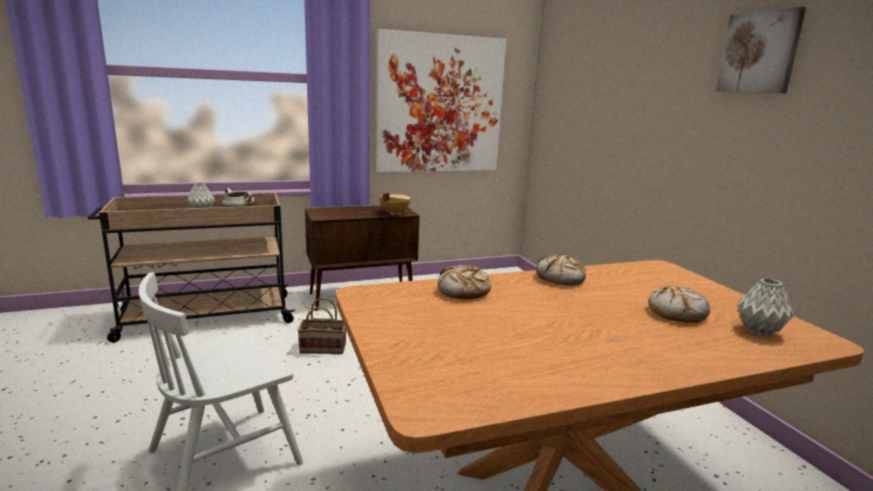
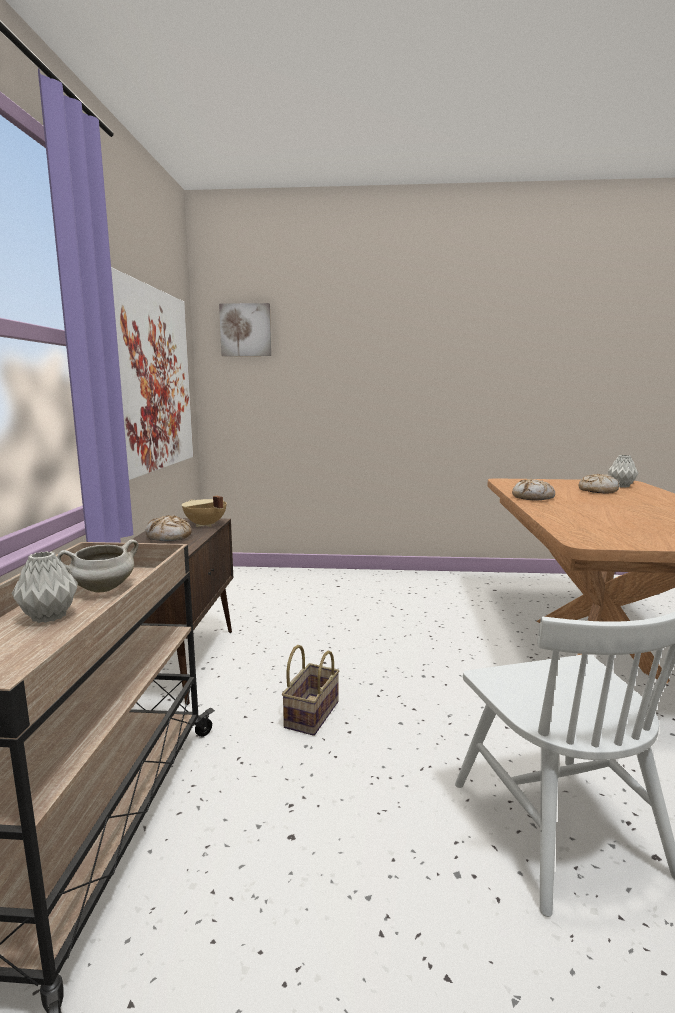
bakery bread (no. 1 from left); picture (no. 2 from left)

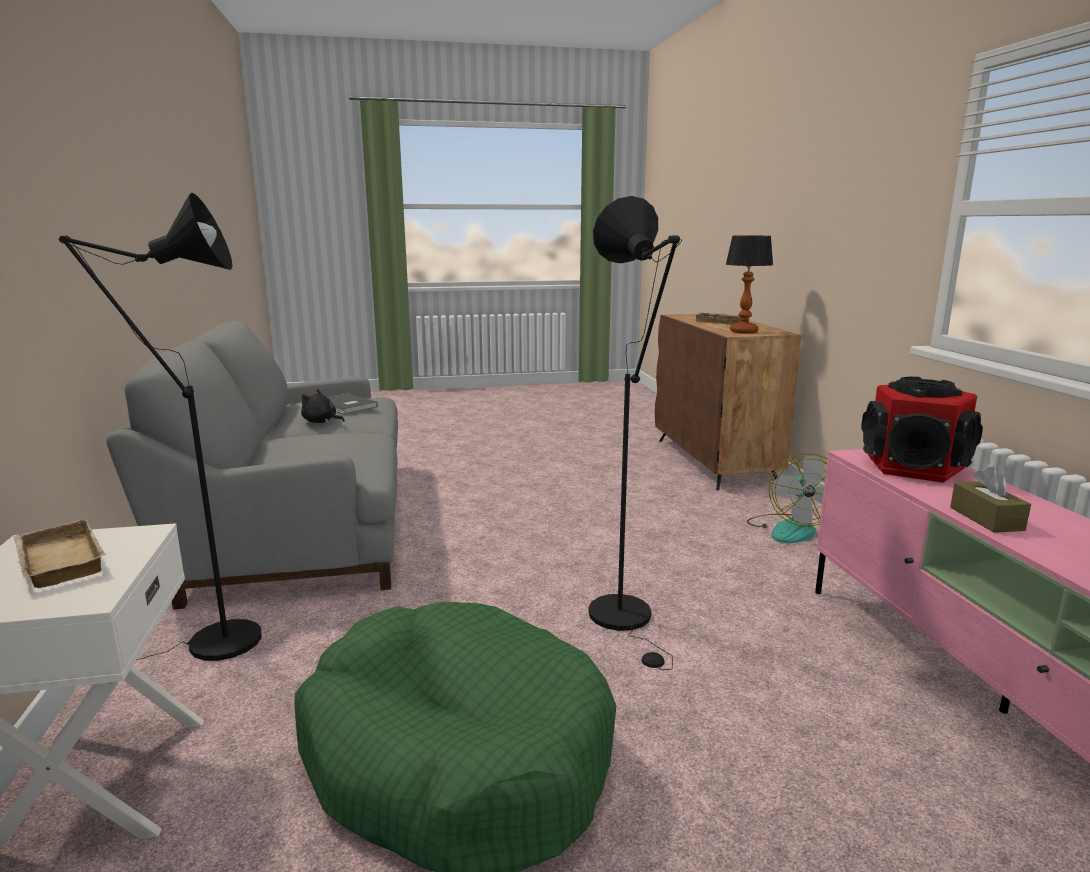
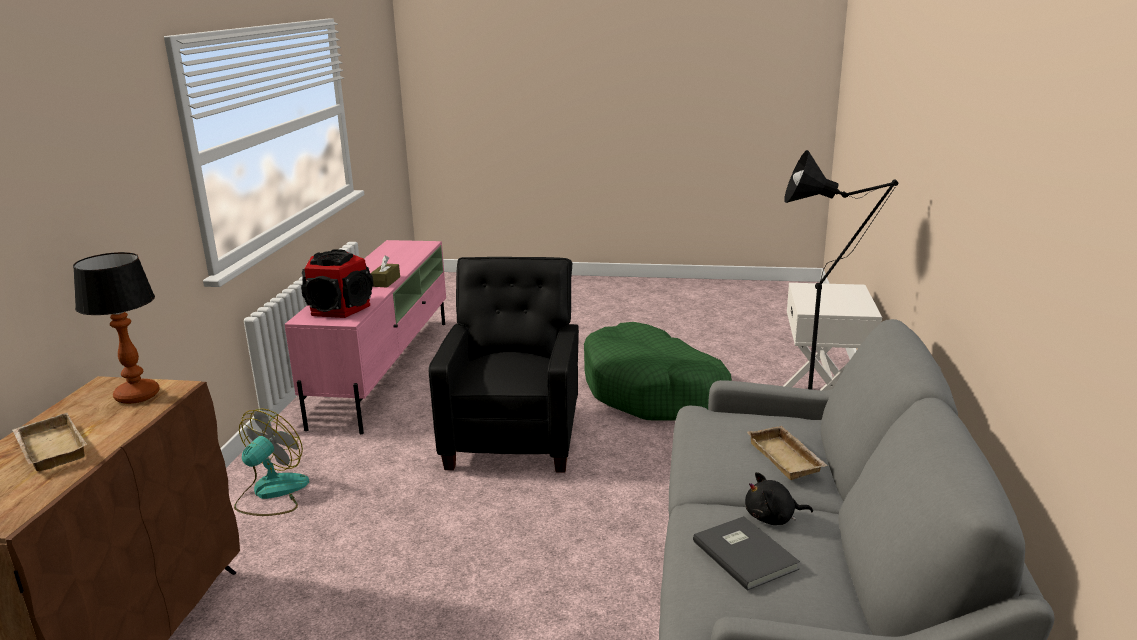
black easy chair; black soft toy; beige-coloured serving tray (no. 2 from left)

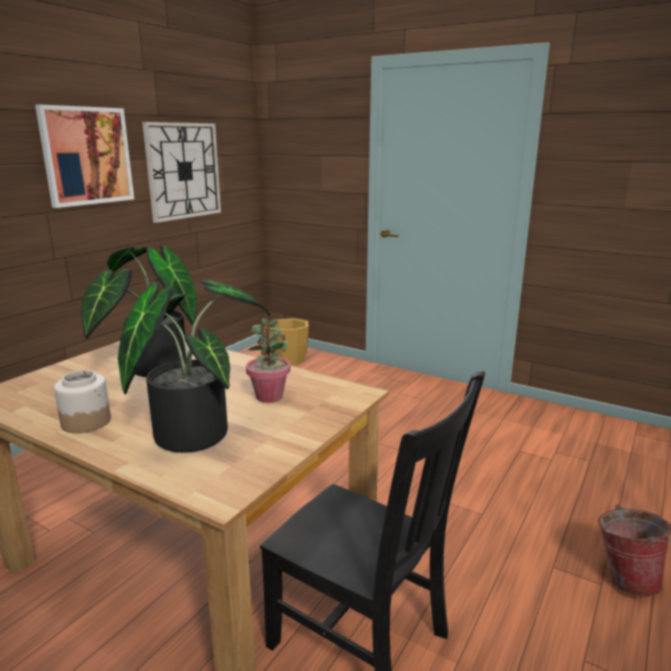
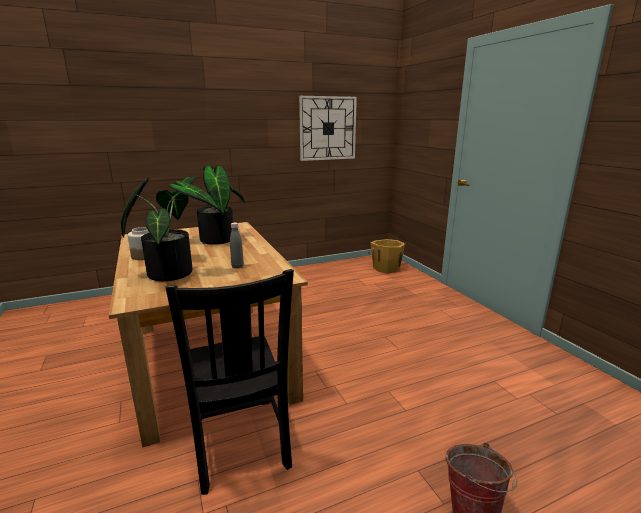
grey beverage bottle; picture

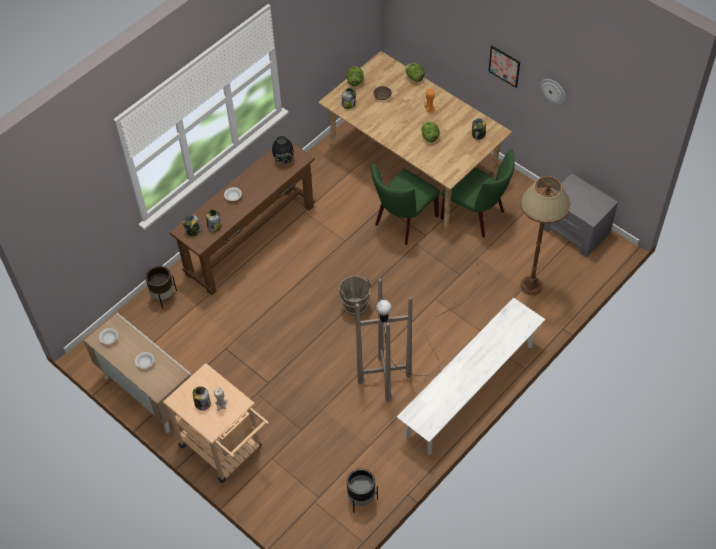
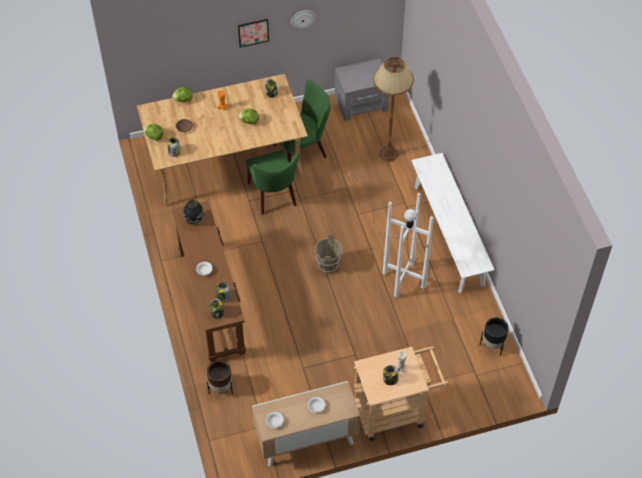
whitish standard lamp

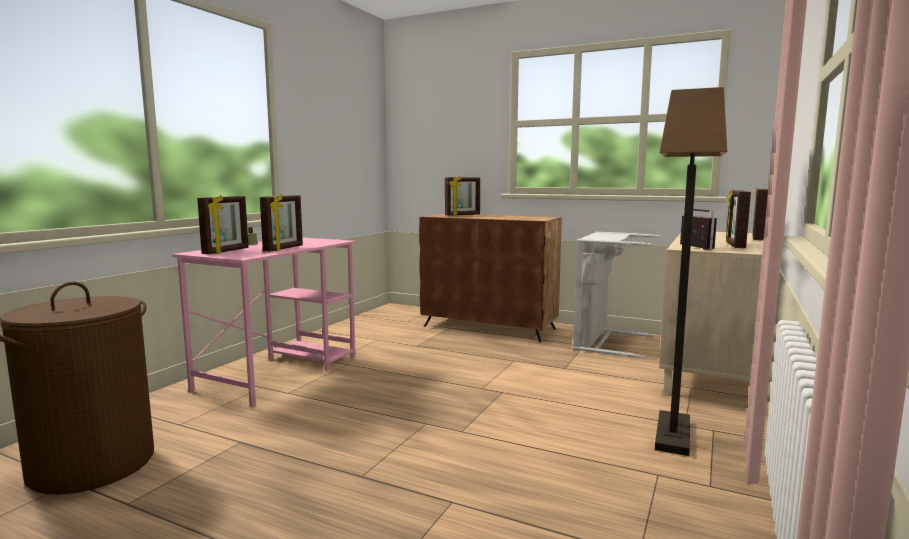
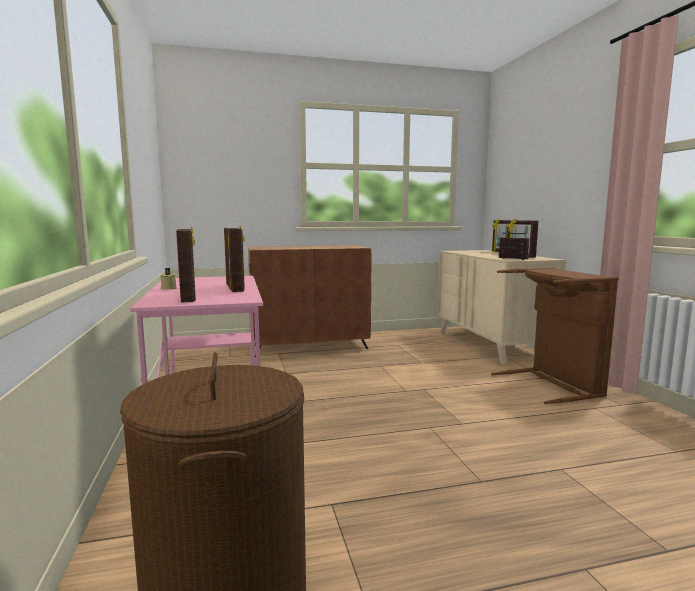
brown hamper (no. 2 from left); photo frame (no. 3 from left in the first image); grey hamper

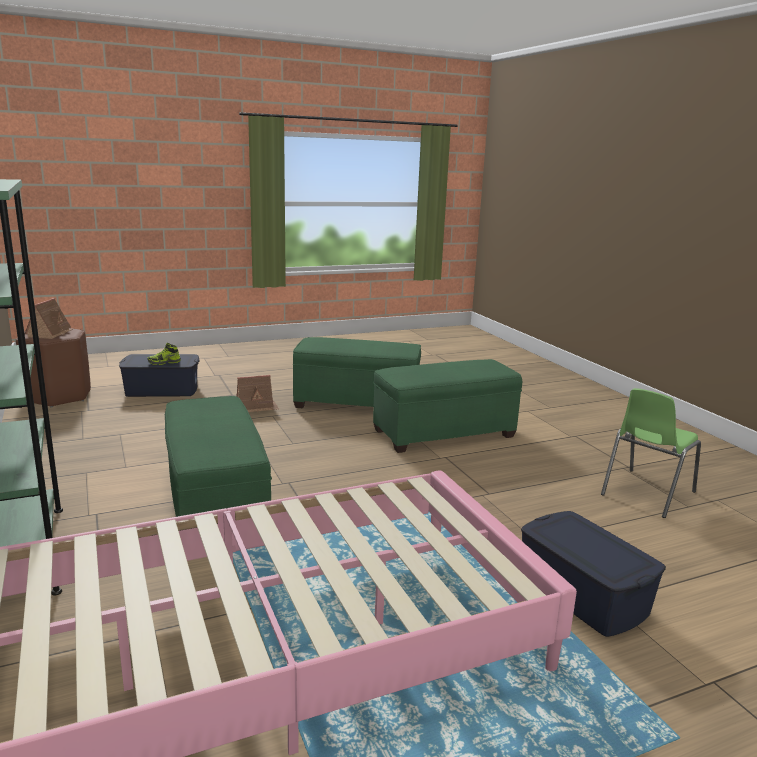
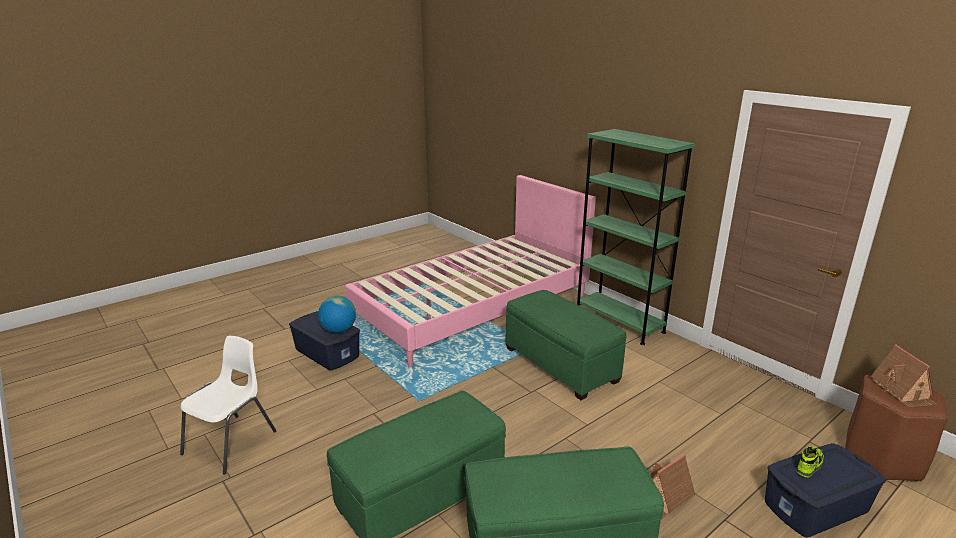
whitish plain chair; desk globe

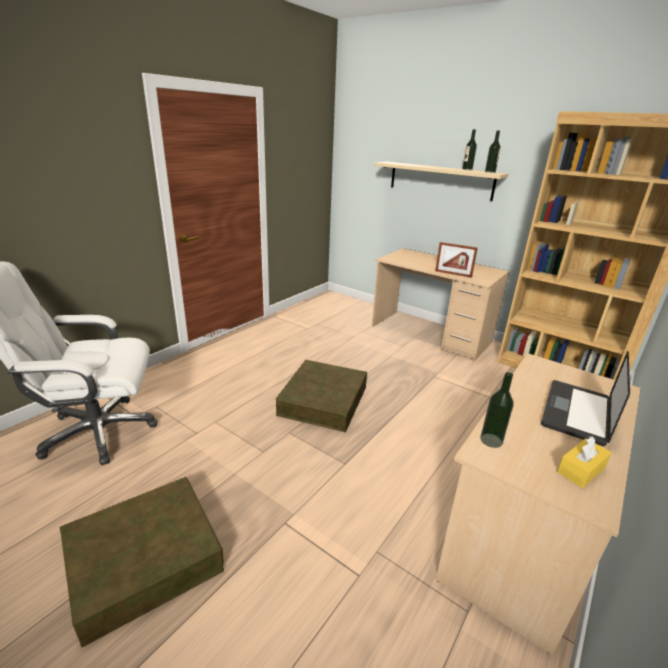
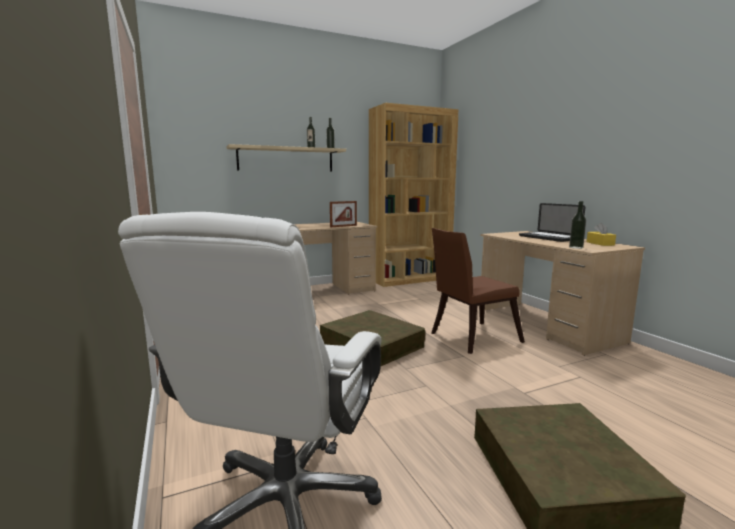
brown plain chair

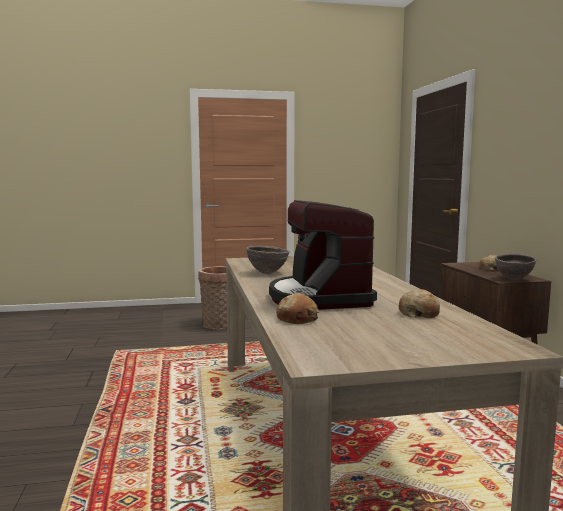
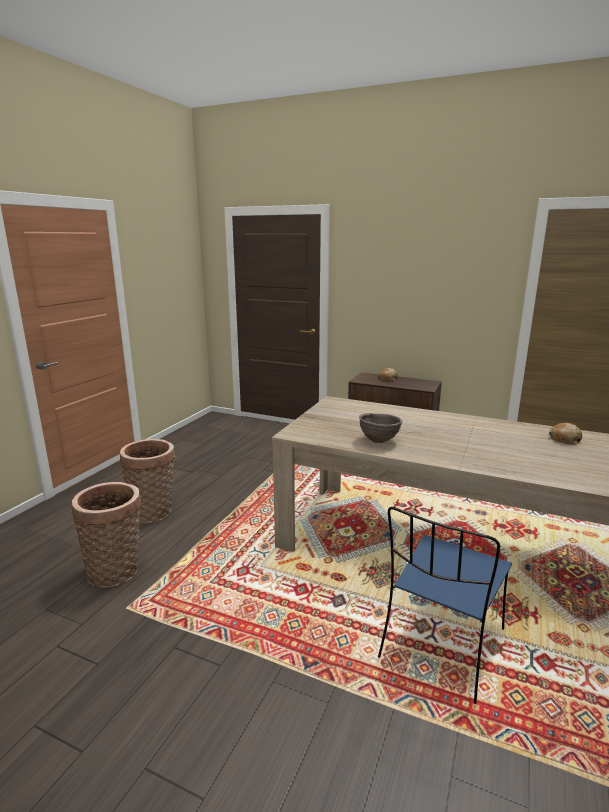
storage basket (no. 1 from left); blue-coloured plain chair; coffee maker; bakery bread (no. 1 from left in the first image); brown bowl (no. 2 from left in the first image)

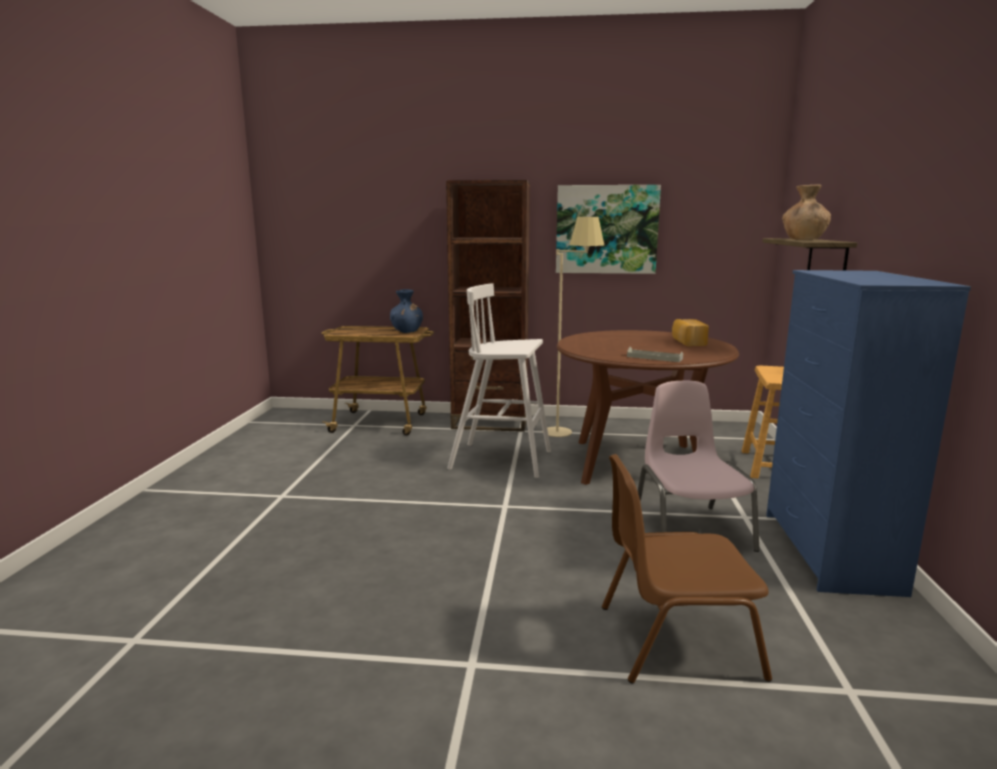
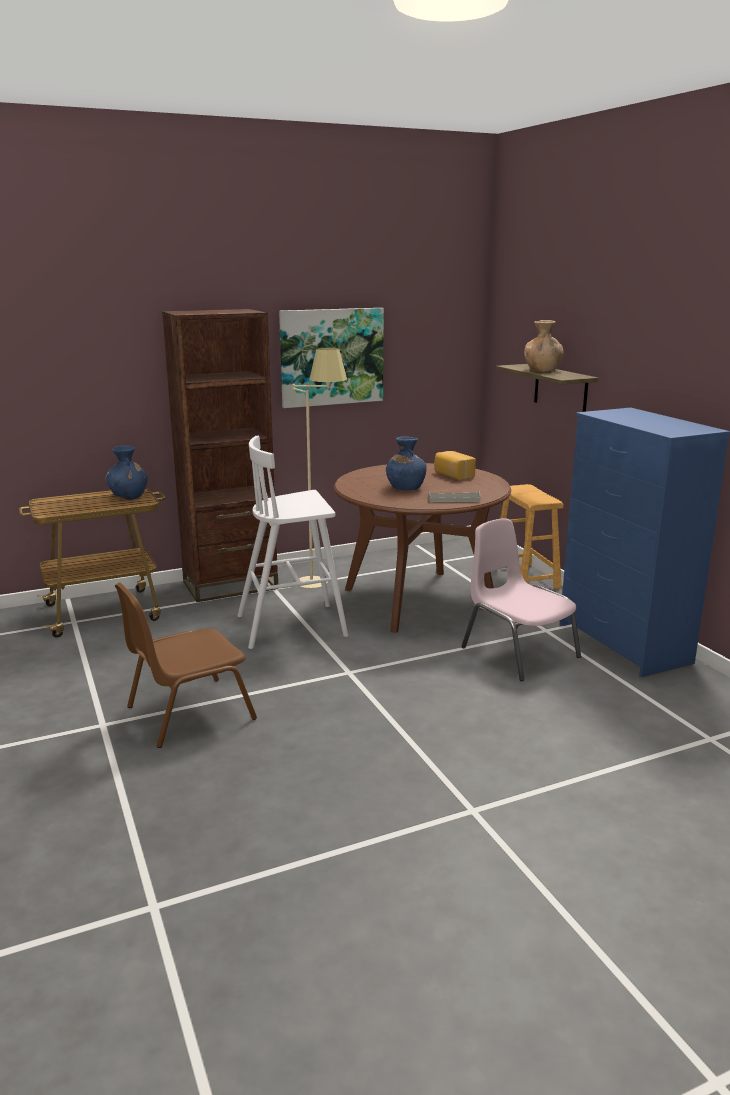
brown plain chair; blue-coloured decorative vase (no. 2 from left)

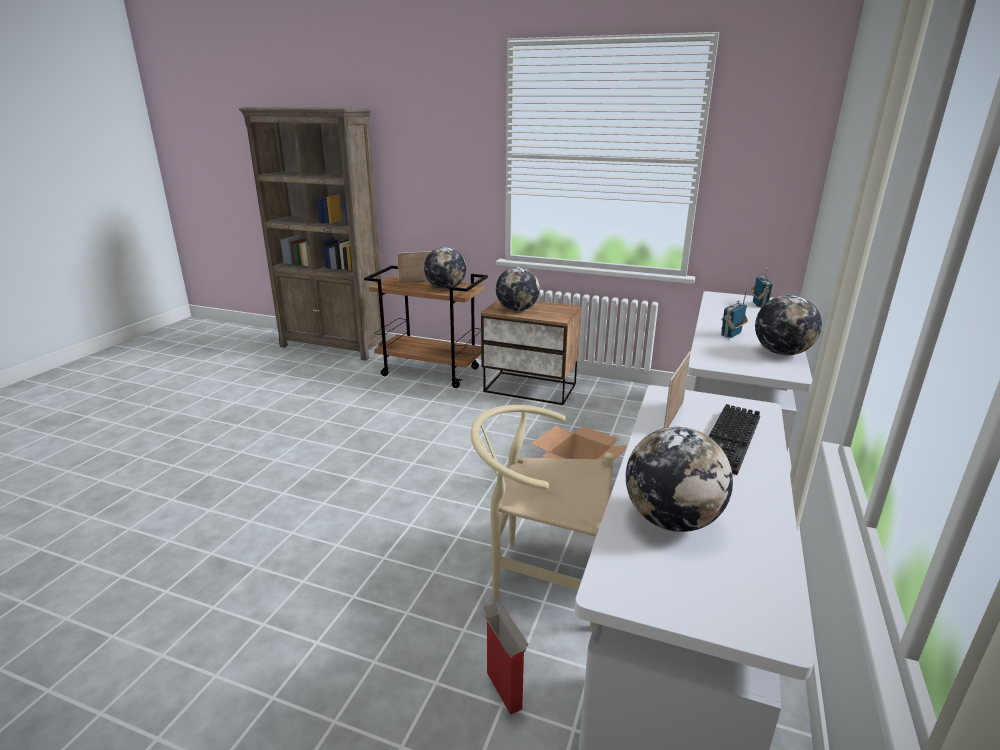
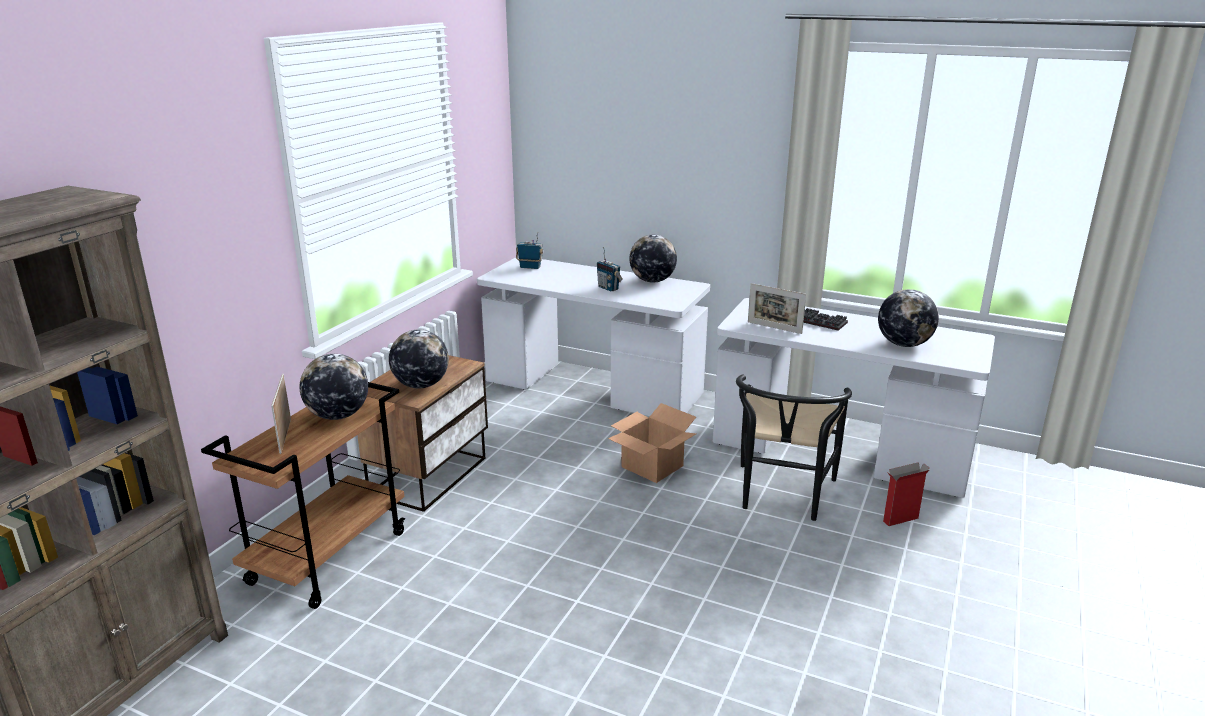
black plain chair

